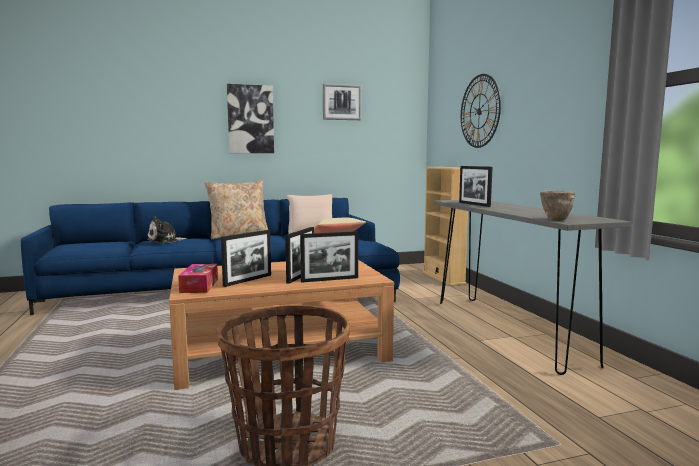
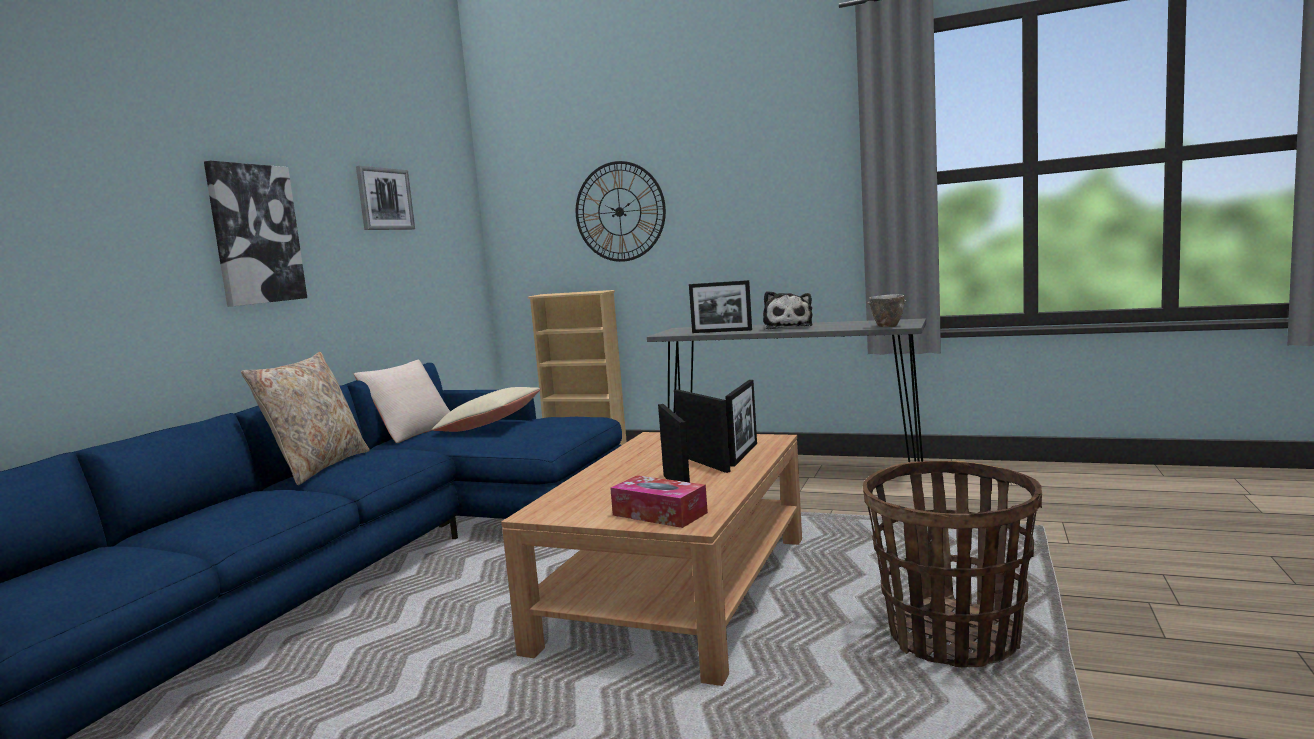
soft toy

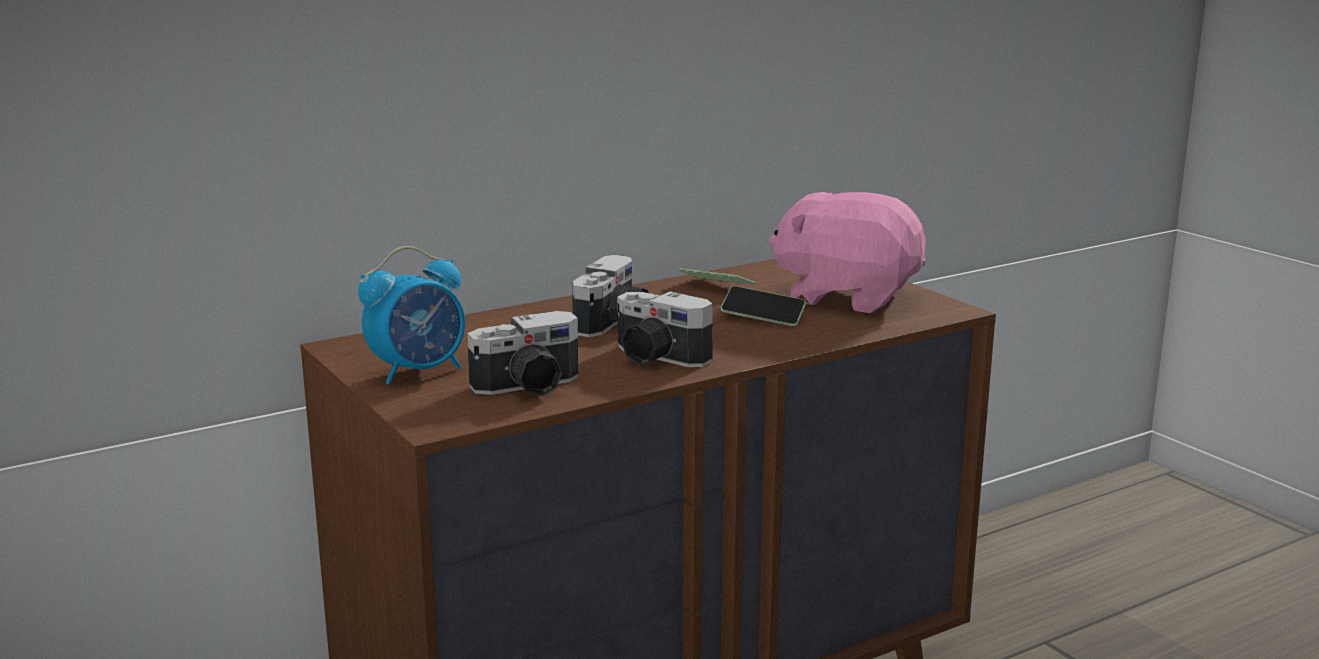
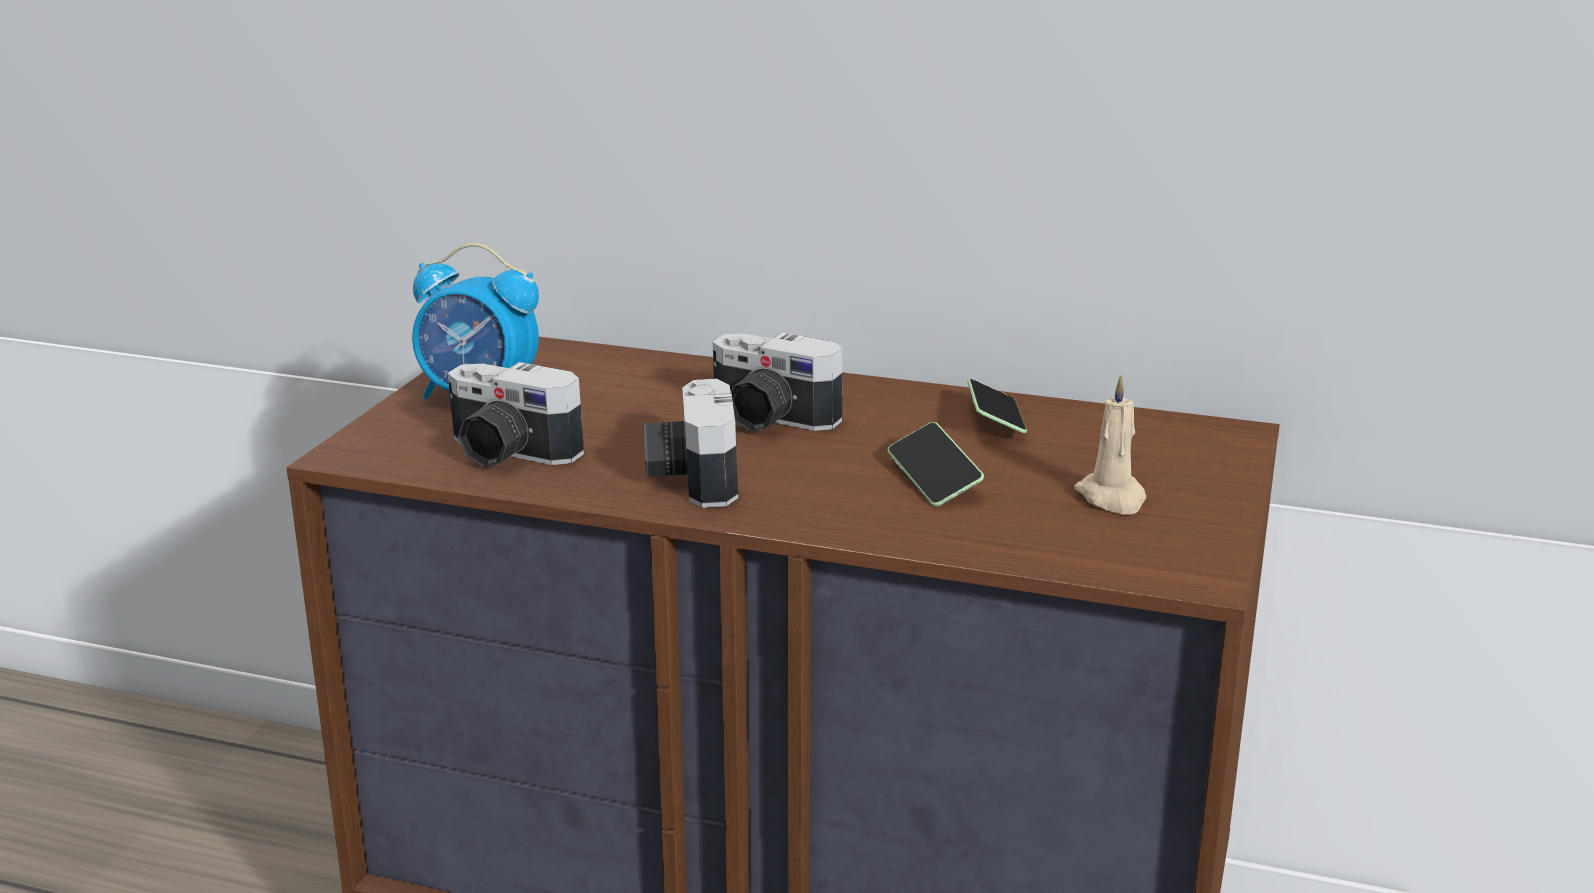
still camera (no. 3 from left); beige-coloured wax candle

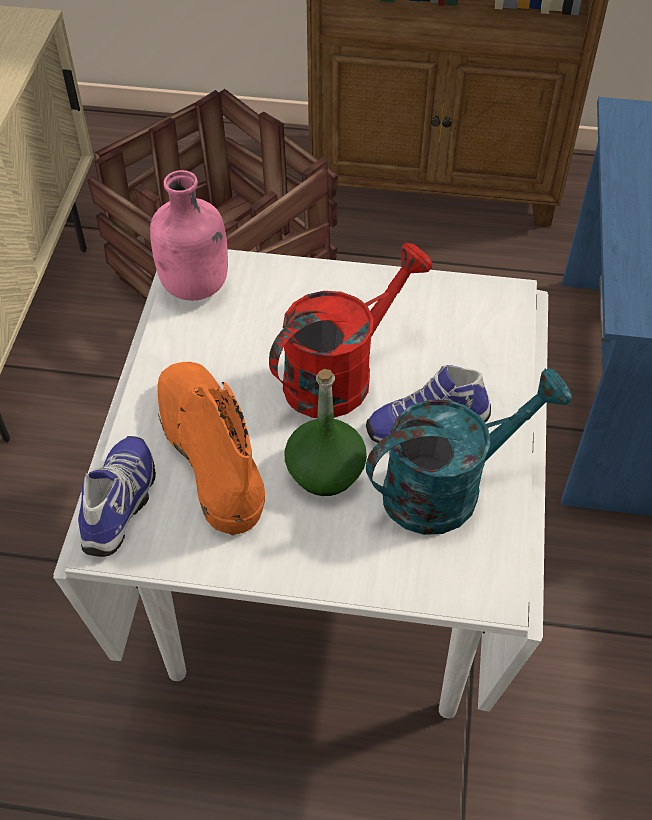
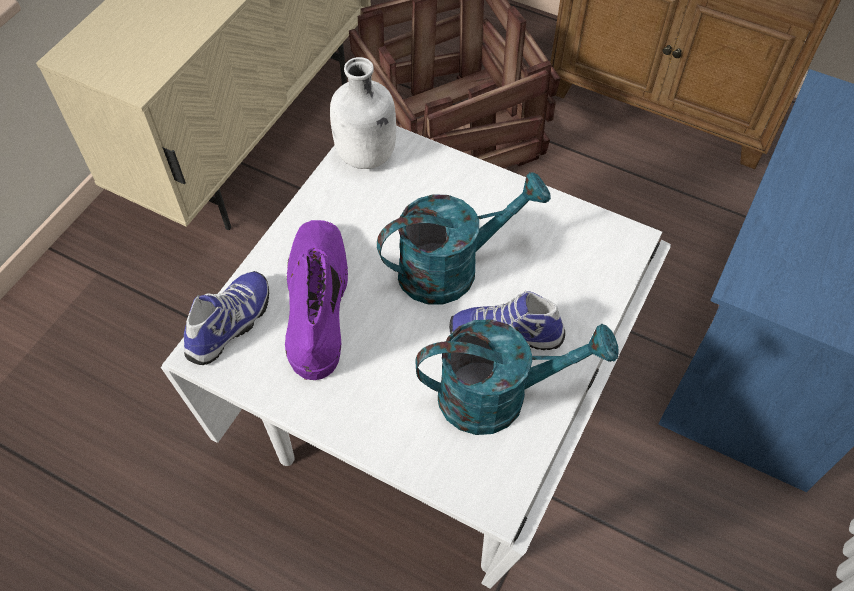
purple tall boot; whitish beverage bottle; blue-green watering can (no. 1 from left); greenish beverage bottle

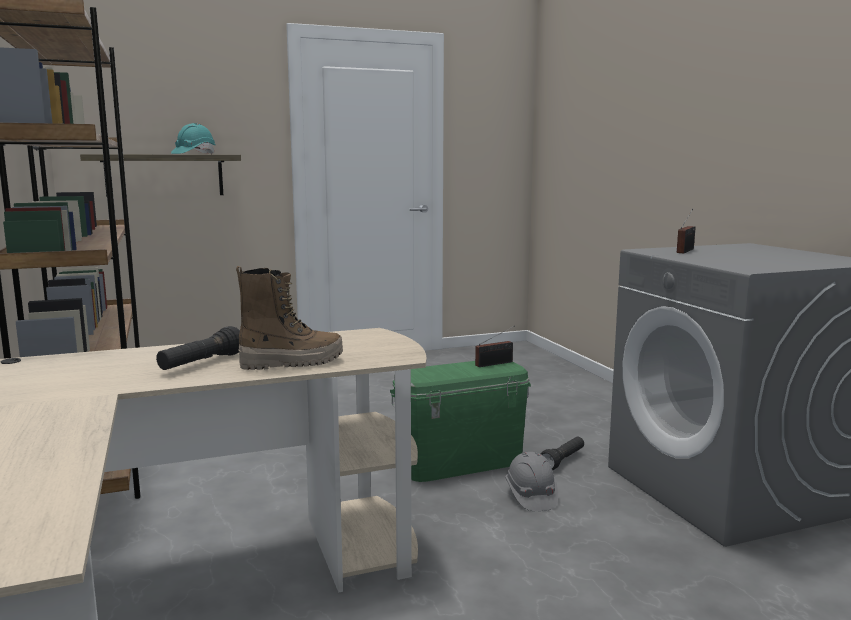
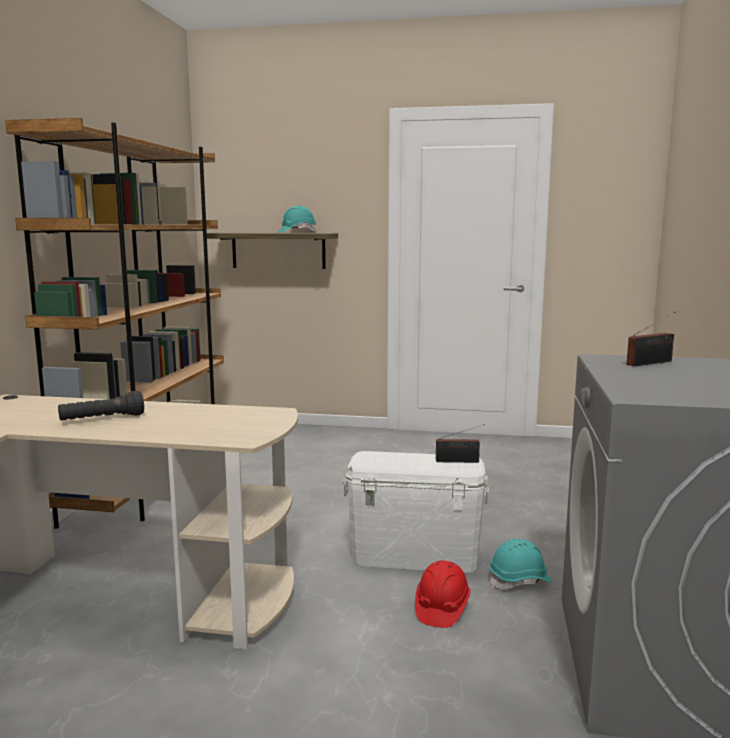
whitish storage container; red work helmet; blue-green work helmet (no. 2 from left); tall boot

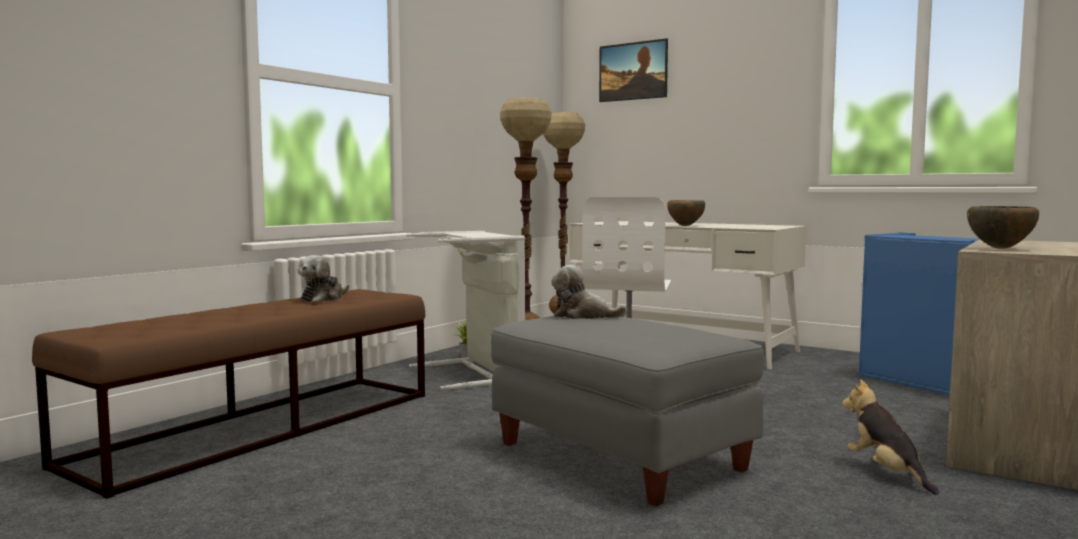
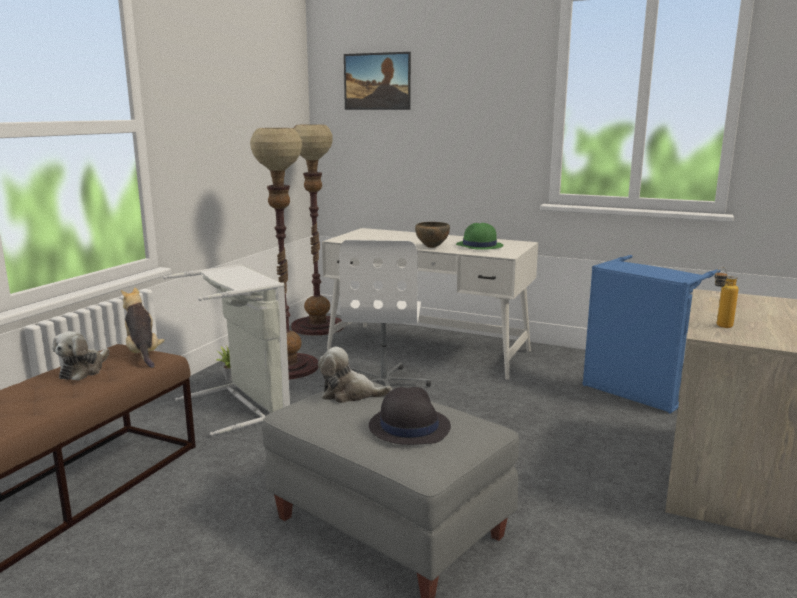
soft toy (no. 2 from left); black wearable hat; greenish wearable hat; beverage bottle

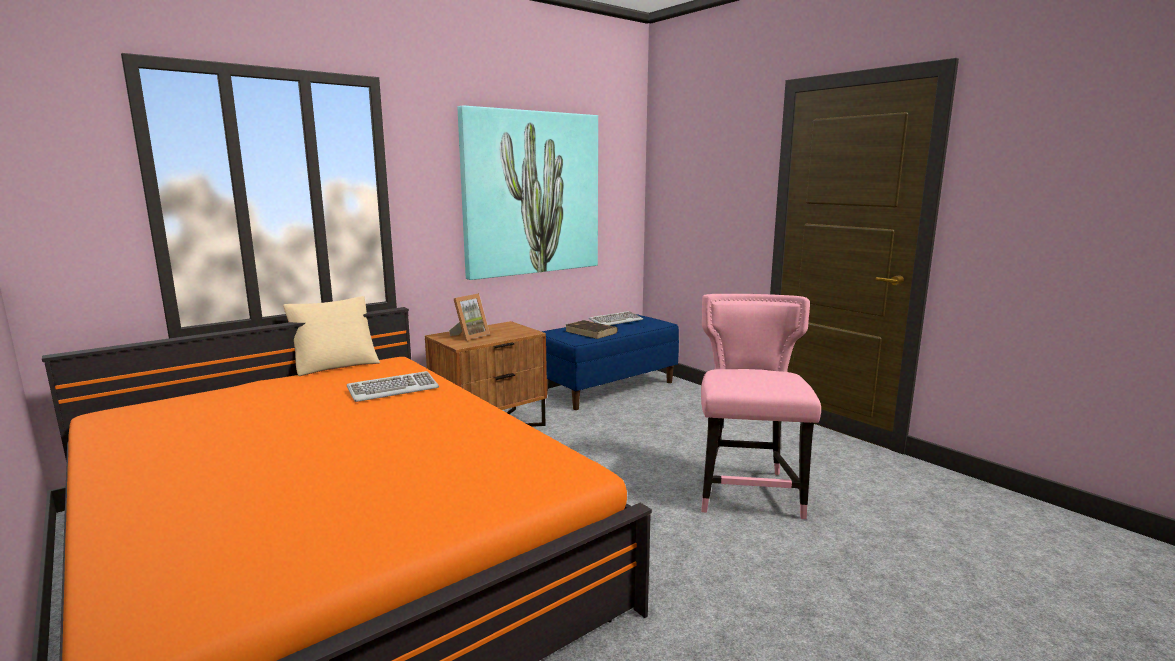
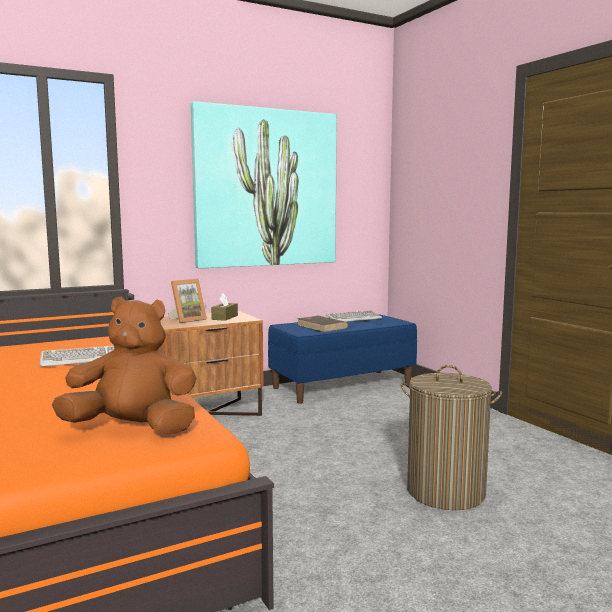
brown soft toy; brown tissue holder; hamper; beige-coloured cushion

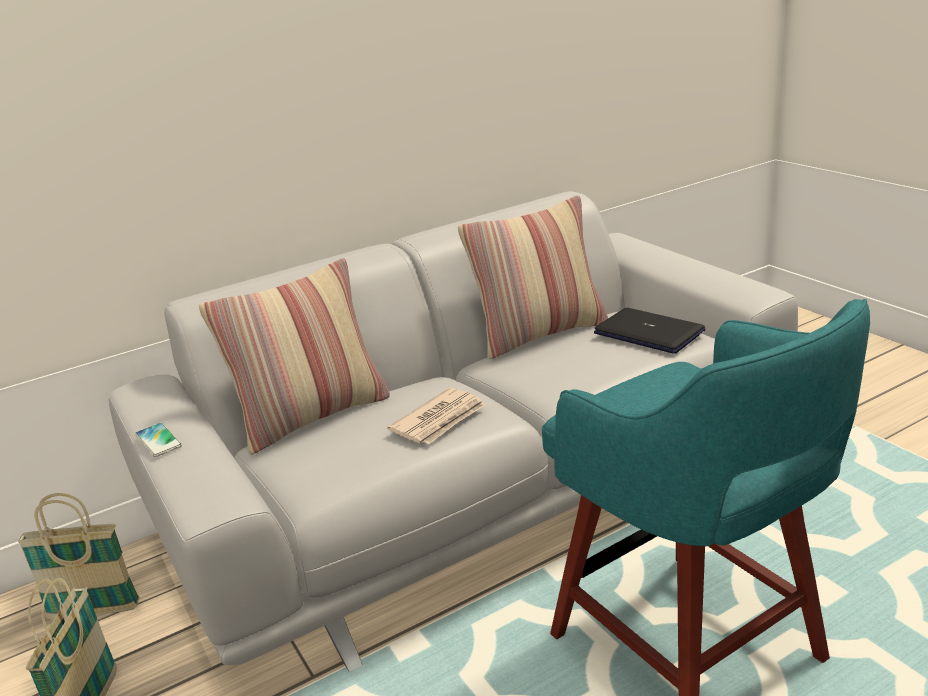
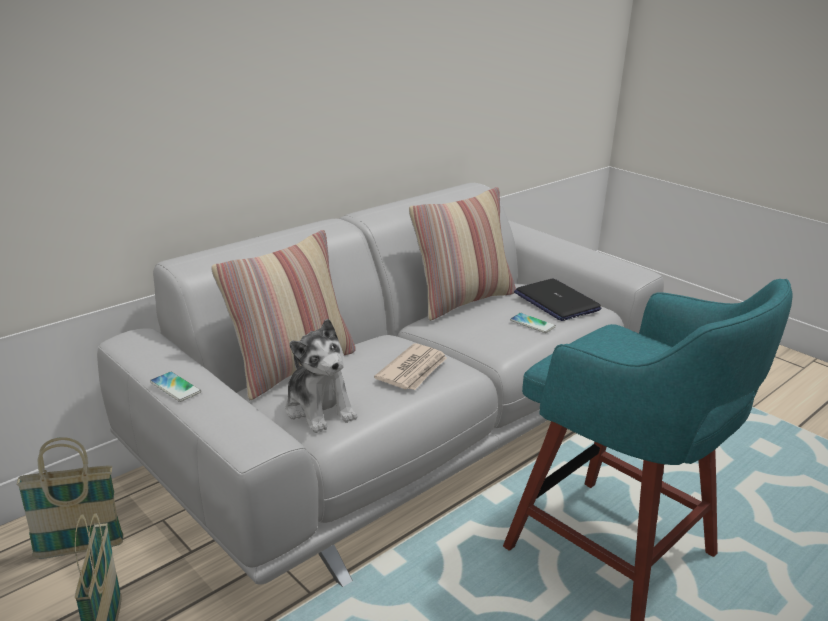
soft toy; handset (no. 2 from left); laptop

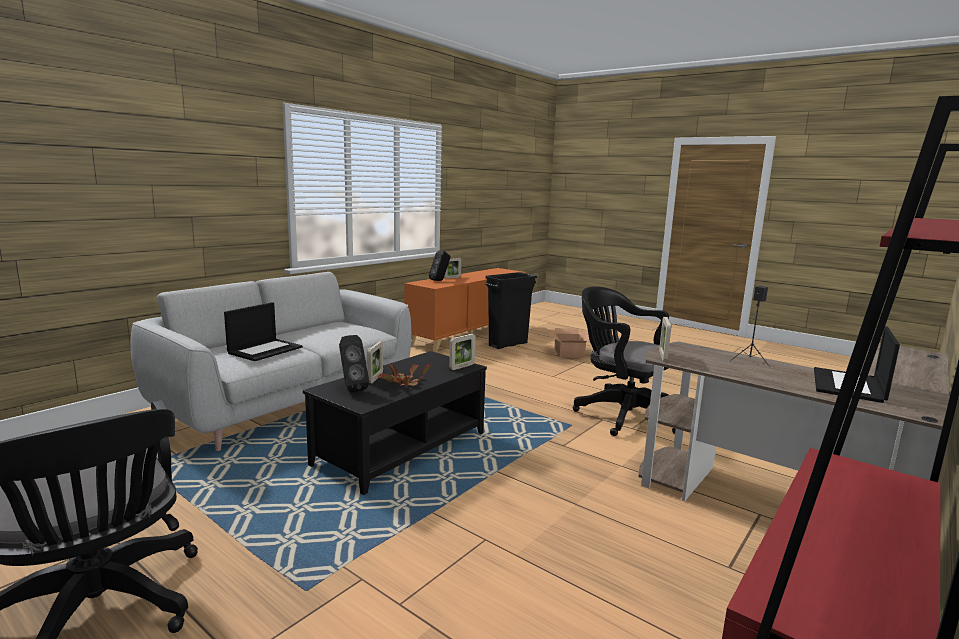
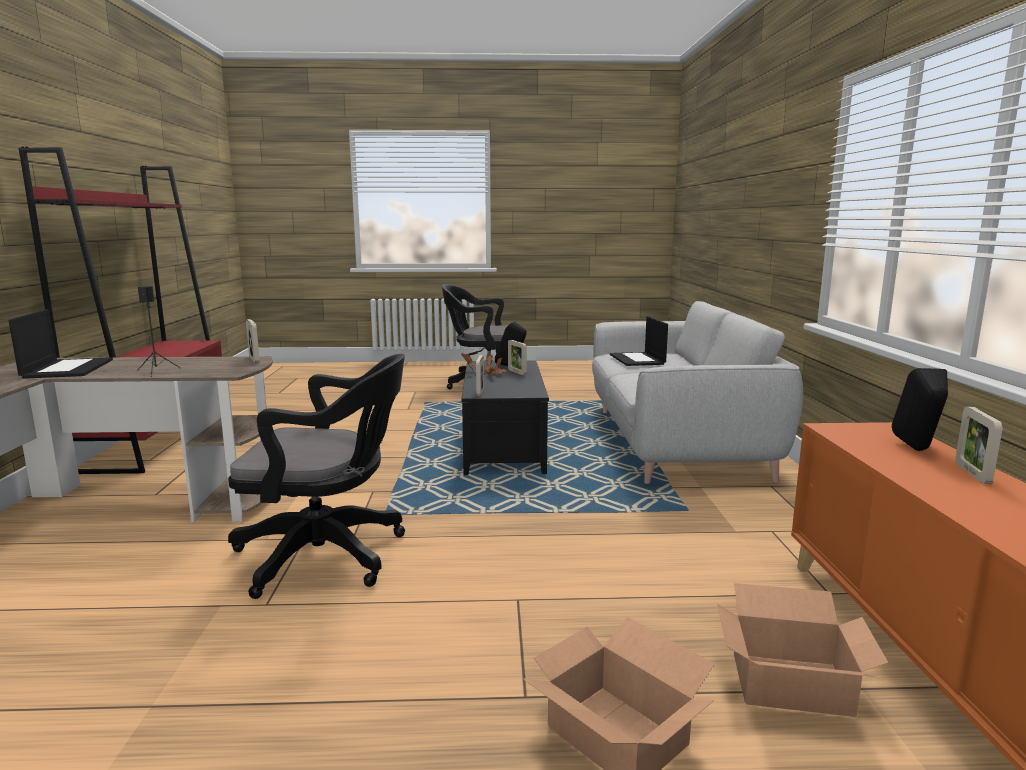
packing box (no. 2 from left)

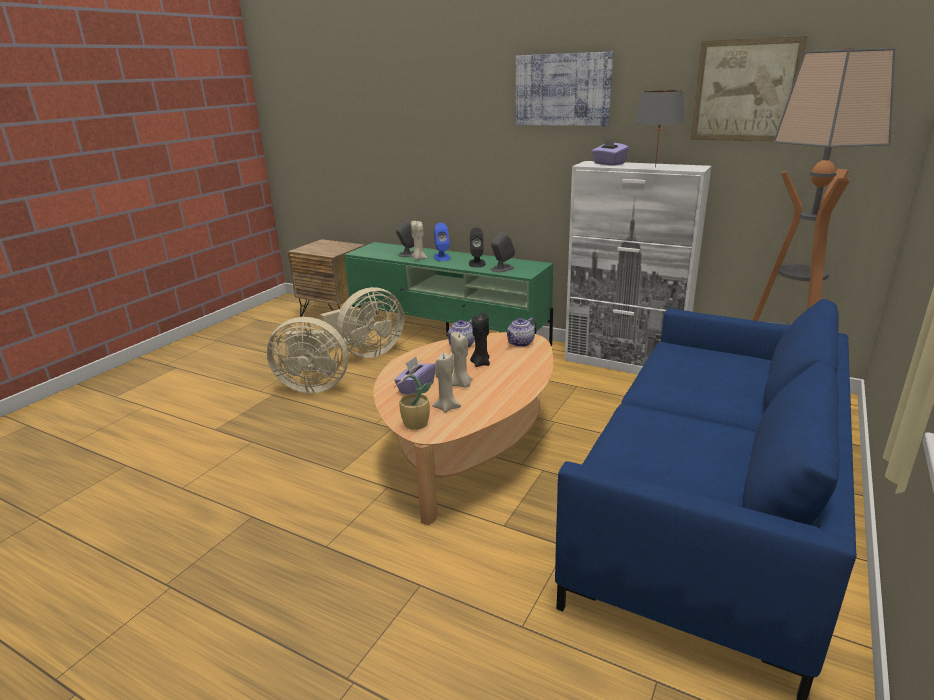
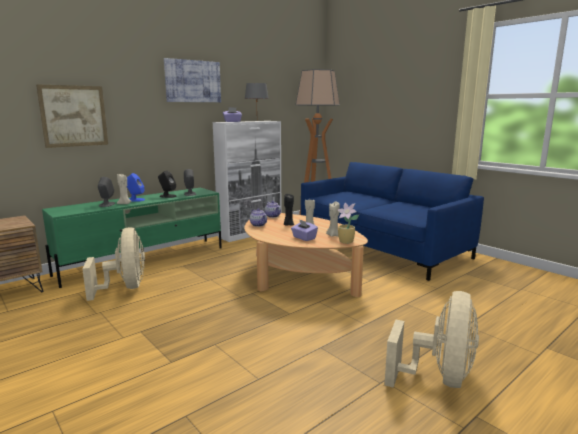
picture (no. 1 from left); beige-coloured cooling fan (no. 2 from left)

